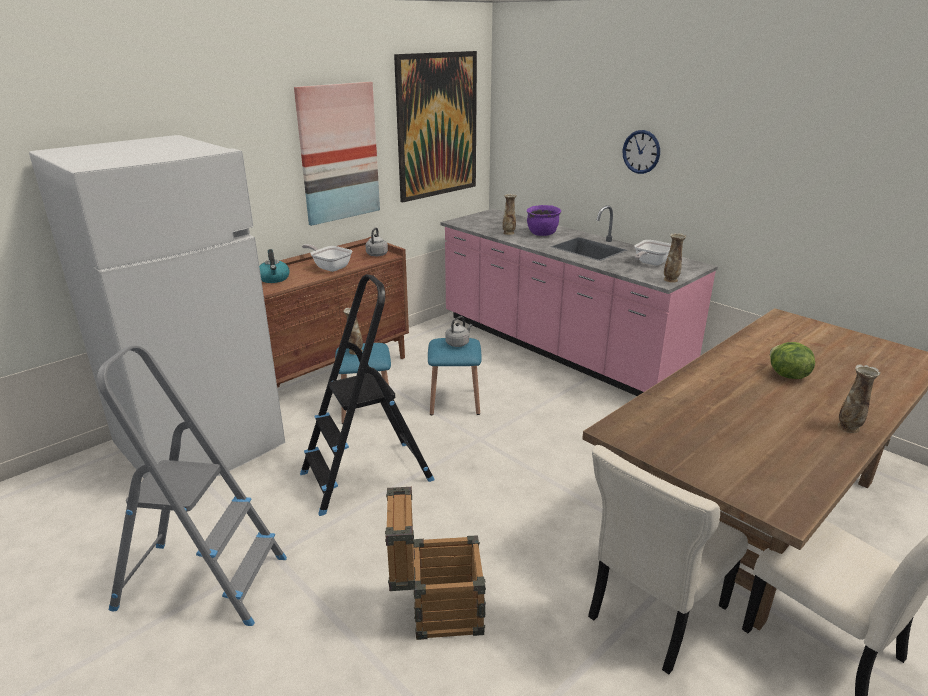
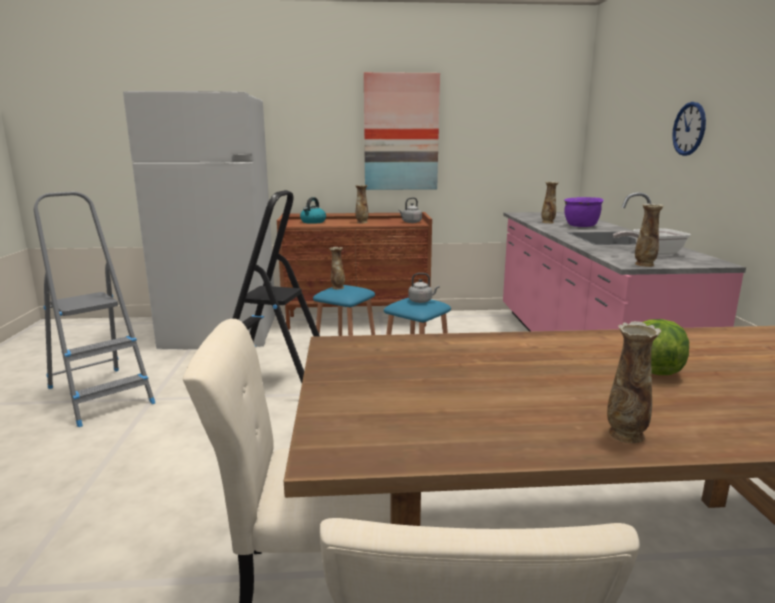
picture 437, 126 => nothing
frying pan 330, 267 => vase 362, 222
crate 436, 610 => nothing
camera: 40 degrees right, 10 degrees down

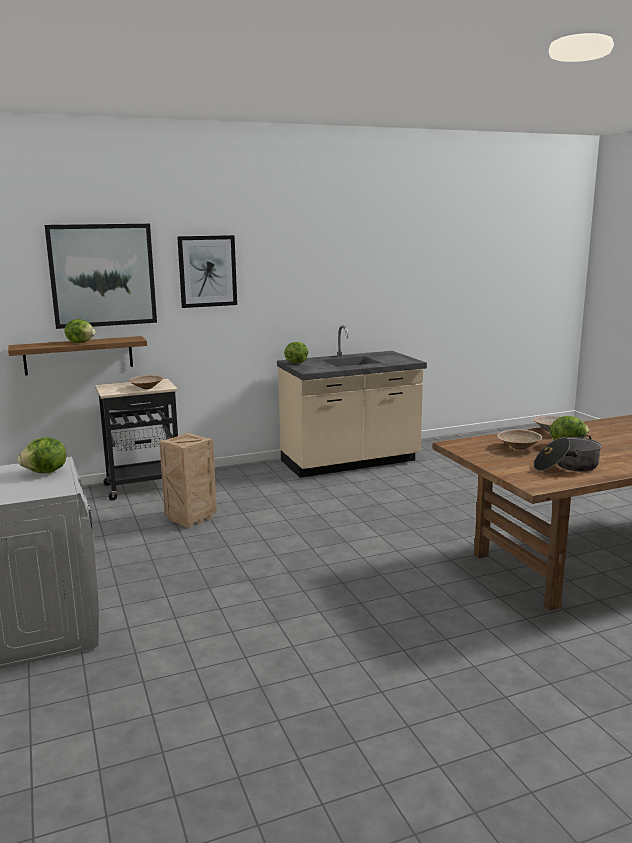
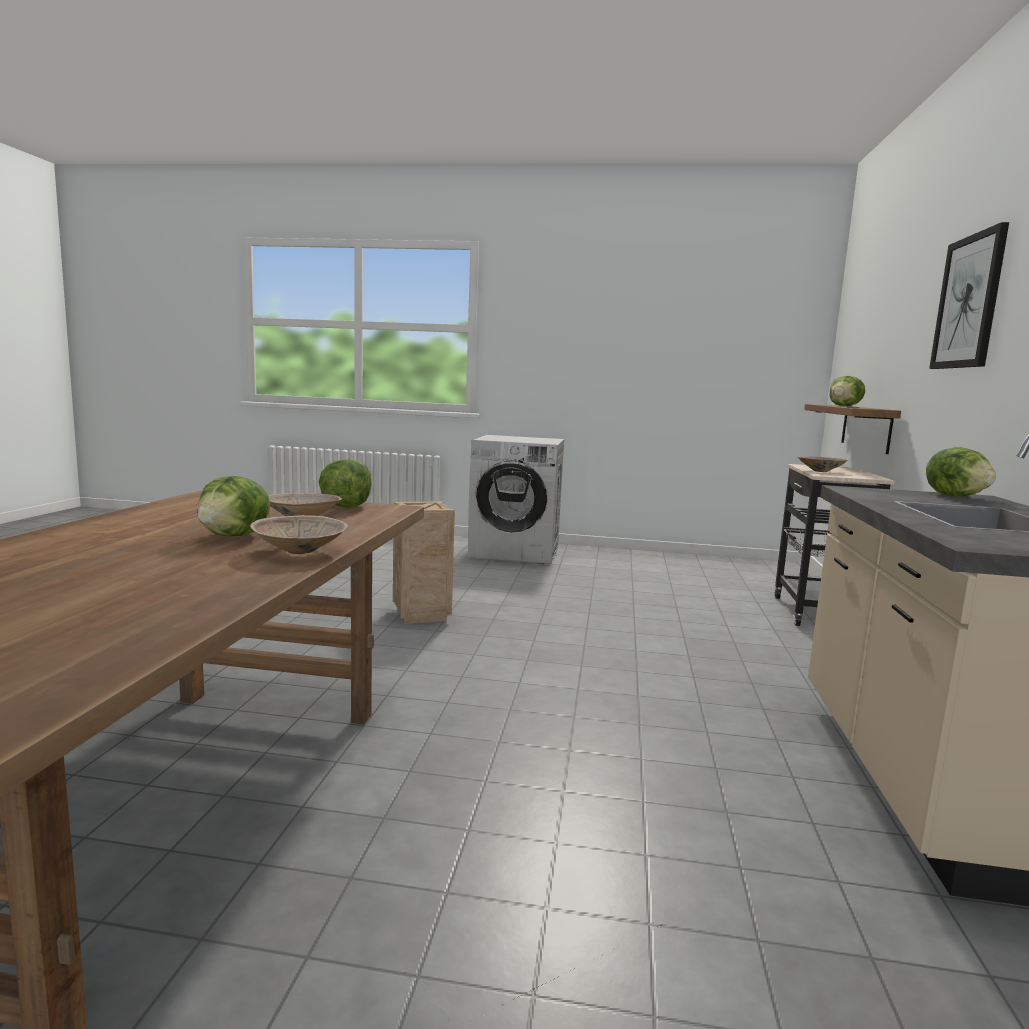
picture 102, 275 => nothing
crate 191, 518 => crate 422, 616, shifted
cooking pot 566, 467 => nothing
lettuce 46, 472 => lettuce 346, 506, shifted
camera: 120 degrees right, 5 degrees down

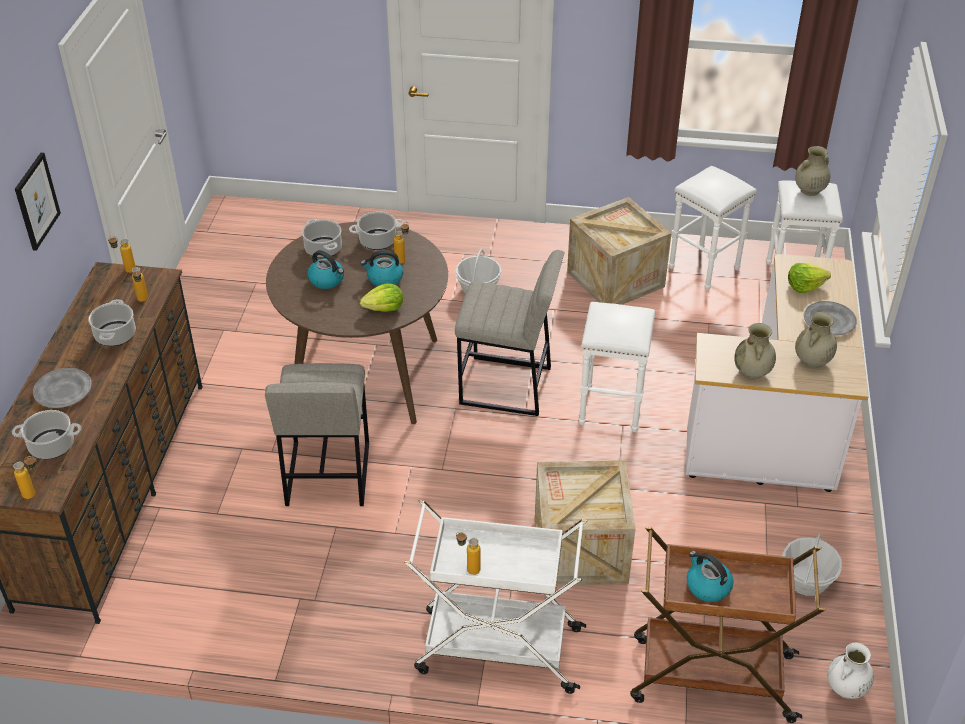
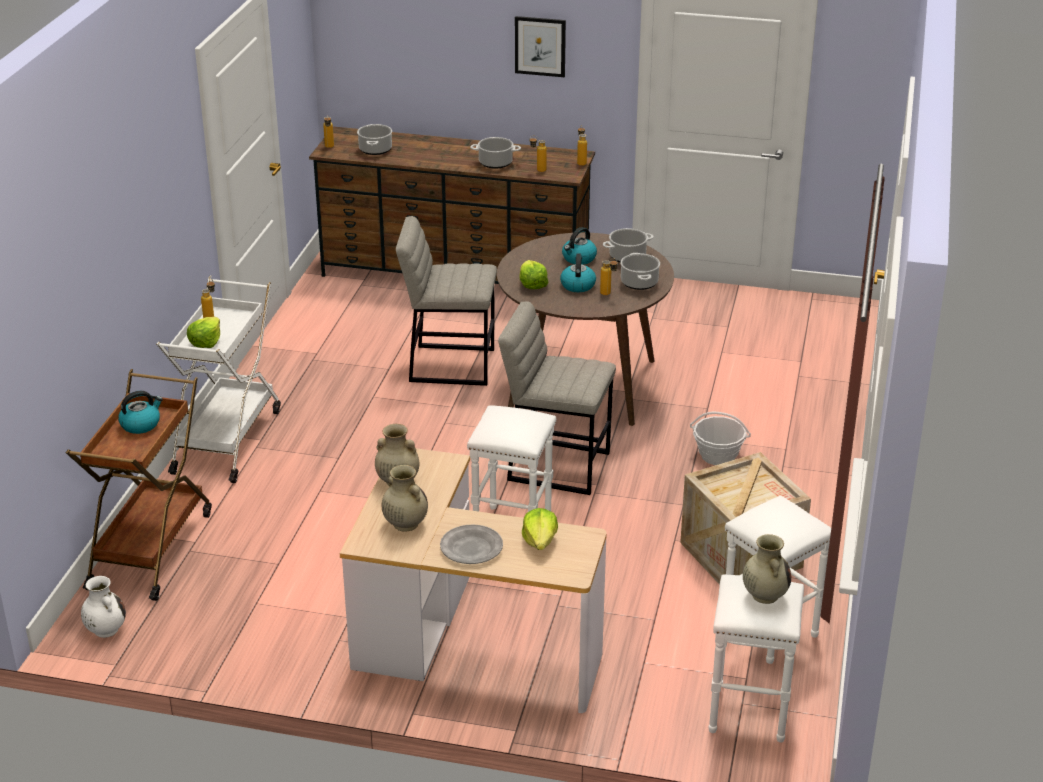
chair (grey) 508, 386 => chair (grey) 556, 466, 90 degrees clockwise
plate (grey) 63, 391 => nothing
crate 580, 549 => nothing
basket 806, 580 => nothing
nothing => lettuce 206, 342
camera: 95 degrees right, 10 degrees down

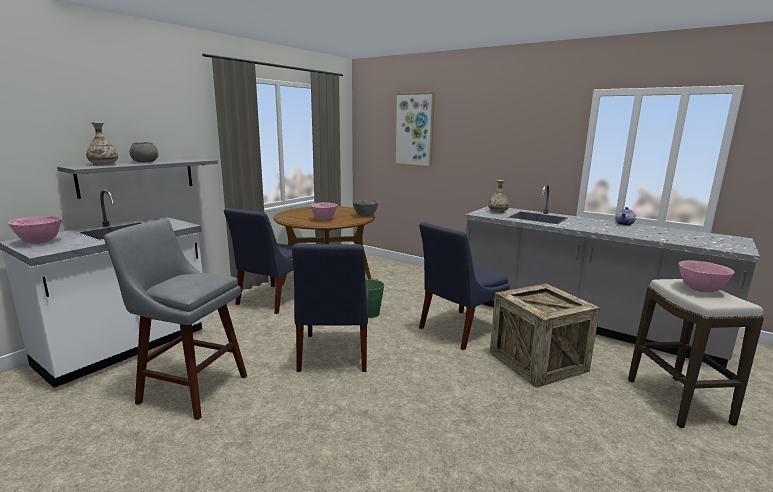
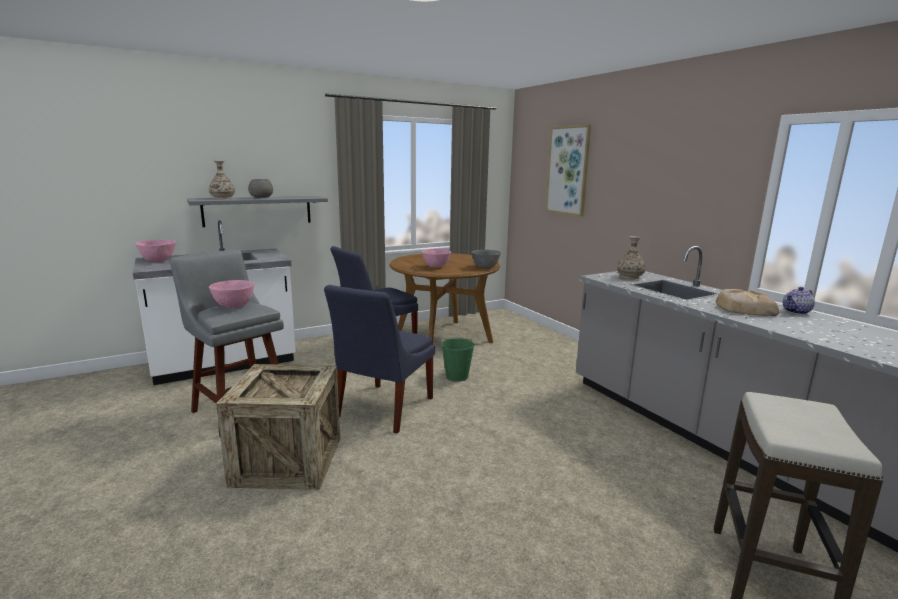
chair (blue) 458, 329 => nothing
bowl (pink) 700, 290 => bowl (pink) 234, 306, shifted
crate 537, 362 => crate 288, 461, shifted
nothing => bread 744, 308
camera: 25 degrees right, 0 degrees up

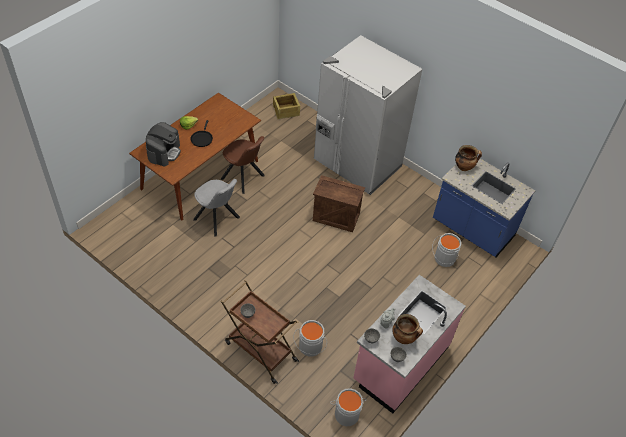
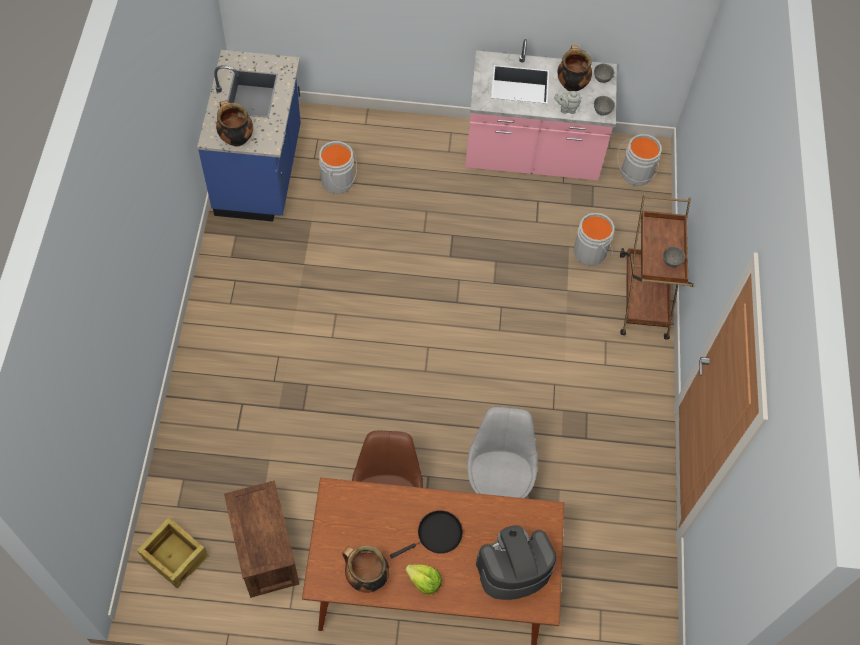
fridge (white) 357, 164 => nothing
crate 336, 217 => crate 265, 552, shifted
nothing => cooking pot 366, 576
camera: 125 degrees left, 10 degrees up

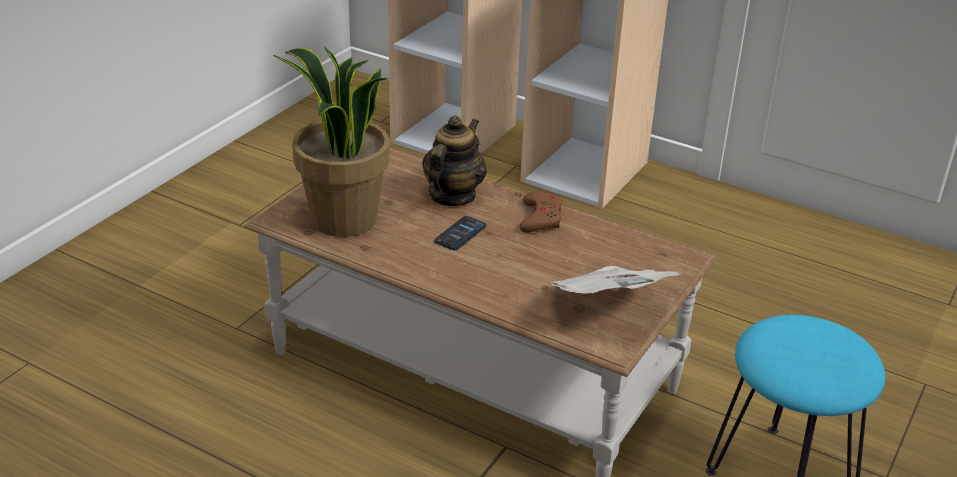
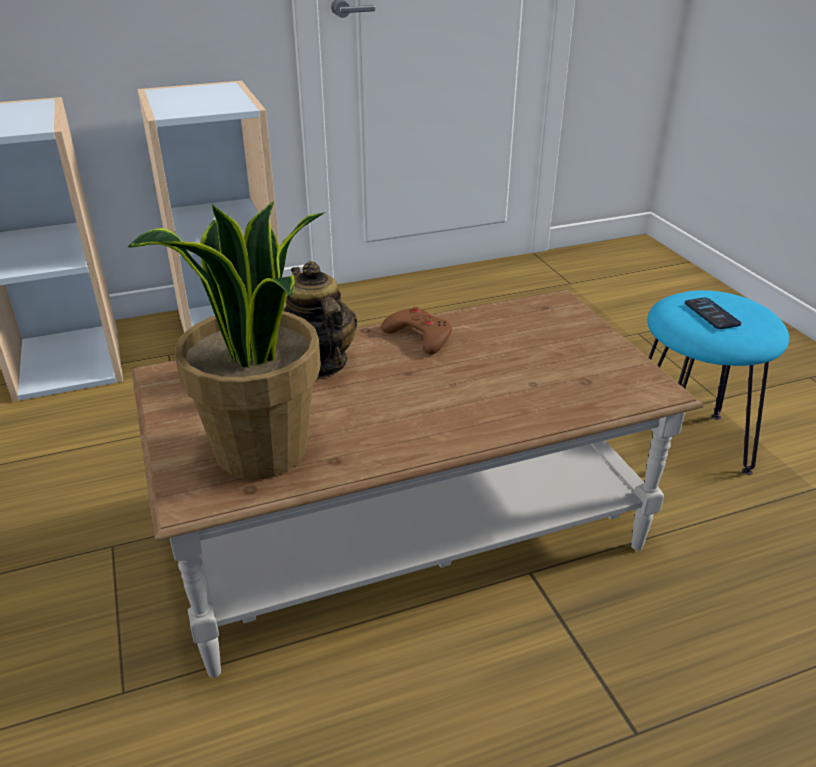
phone 460, 234 => phone 711, 314, shifted
newspaper 610, 306 => nothing
camera: 50 degrees left, 0 degrees up

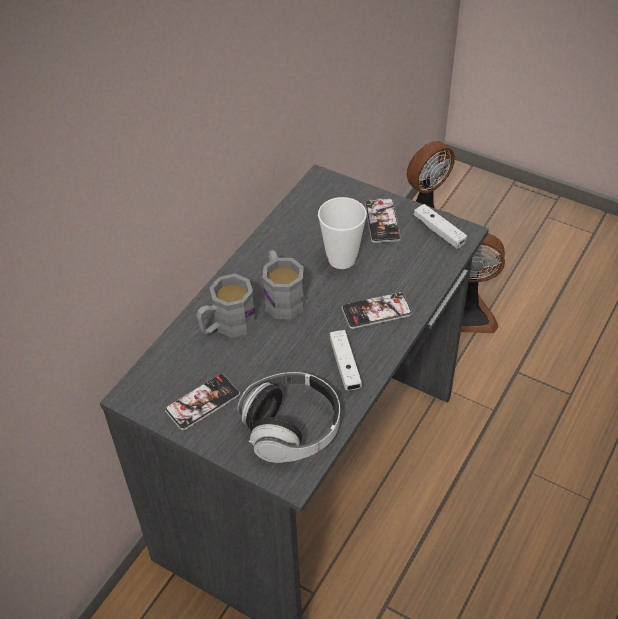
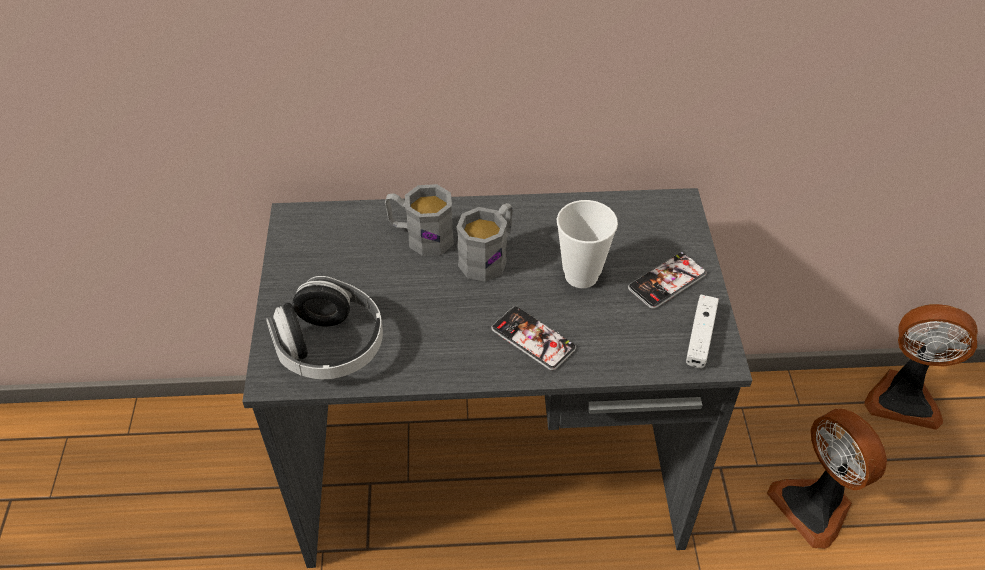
game controller (white) 345, 365 => nothing
phone 202, 402 => nothing
camera: 55 degrees right, 0 degrees up

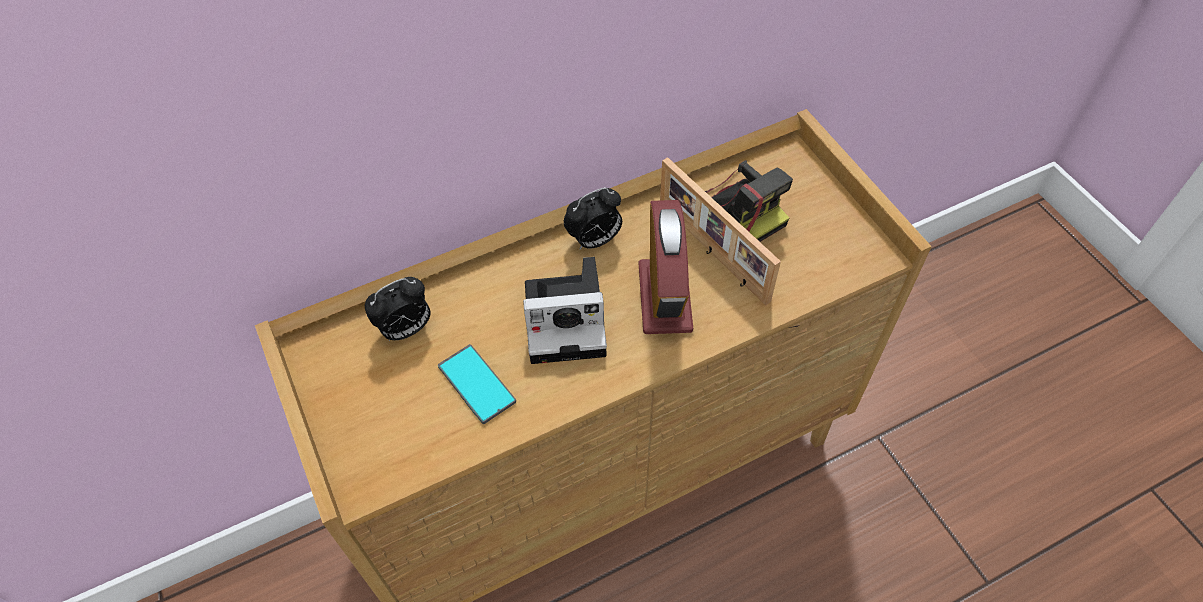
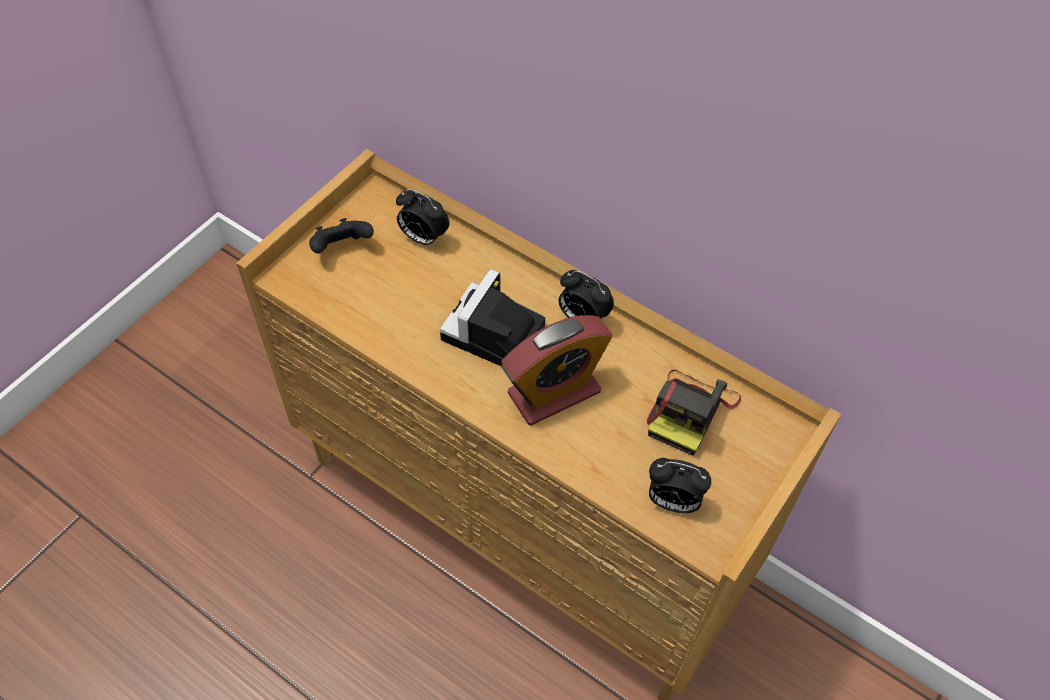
picture frame 711, 252 => nothing
photo camera 569, 319 => photo camera 492, 335, 60 degrees clockwise
phone 476, 384 => nothing
nothing => game controller (black) 342, 248
nothing => alarm clock 672, 501
camera: 60 degrees right, 0 degrees up

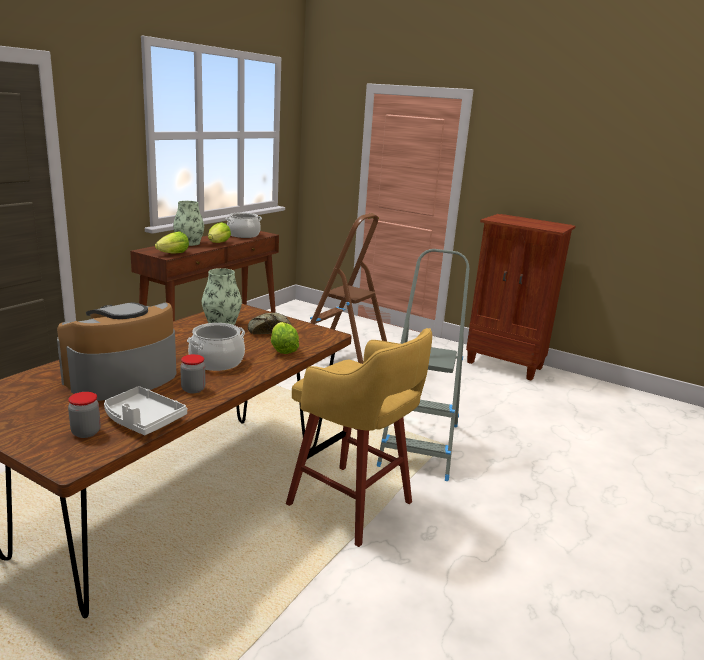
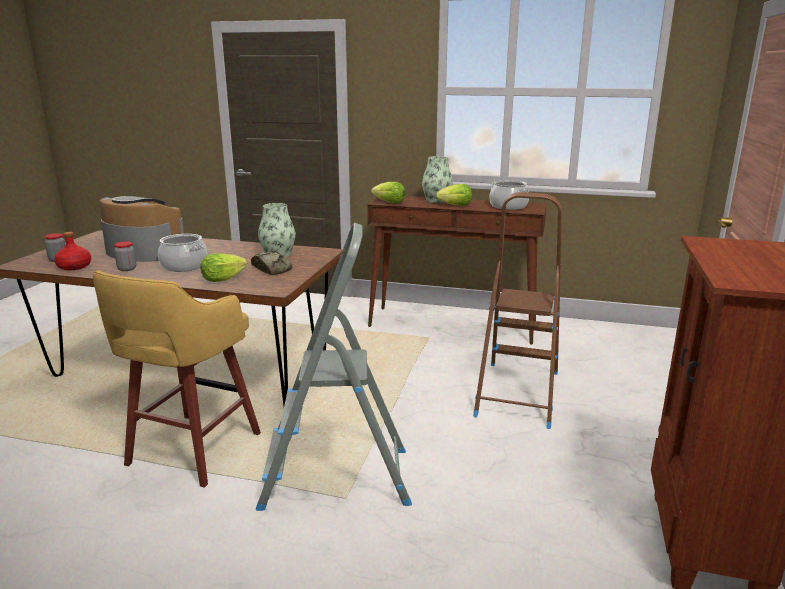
tray (grey) 142, 420 => bottle (red) 74, 267
camera: 75 degrees right, 0 degrees up

